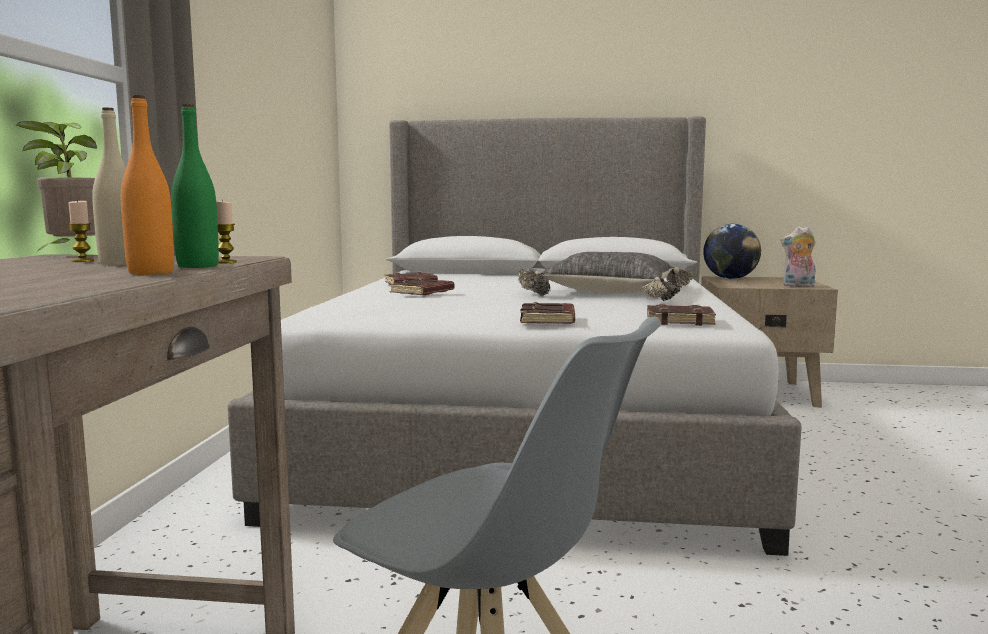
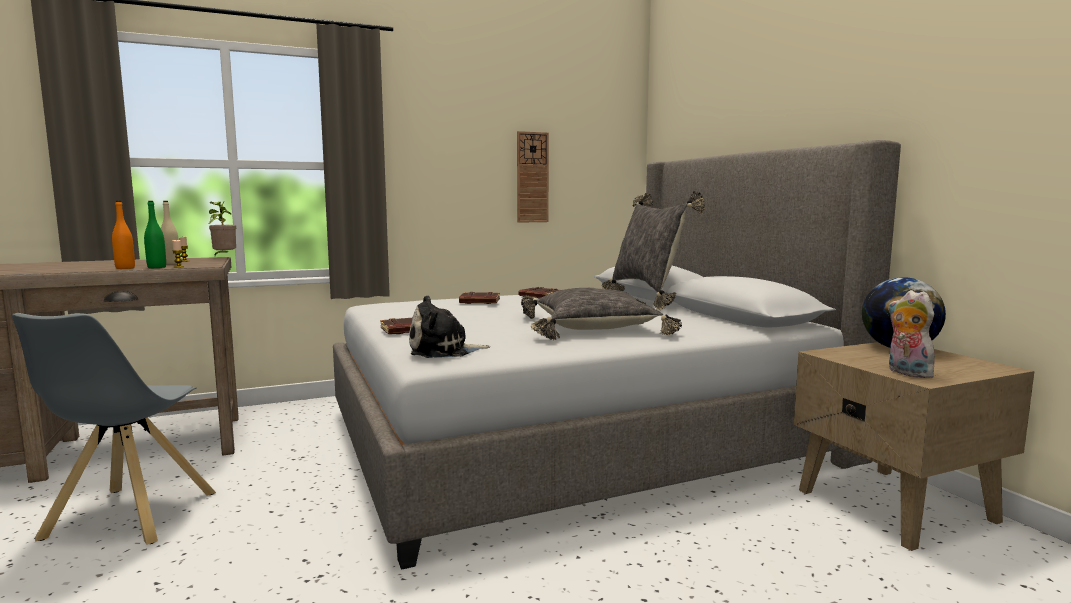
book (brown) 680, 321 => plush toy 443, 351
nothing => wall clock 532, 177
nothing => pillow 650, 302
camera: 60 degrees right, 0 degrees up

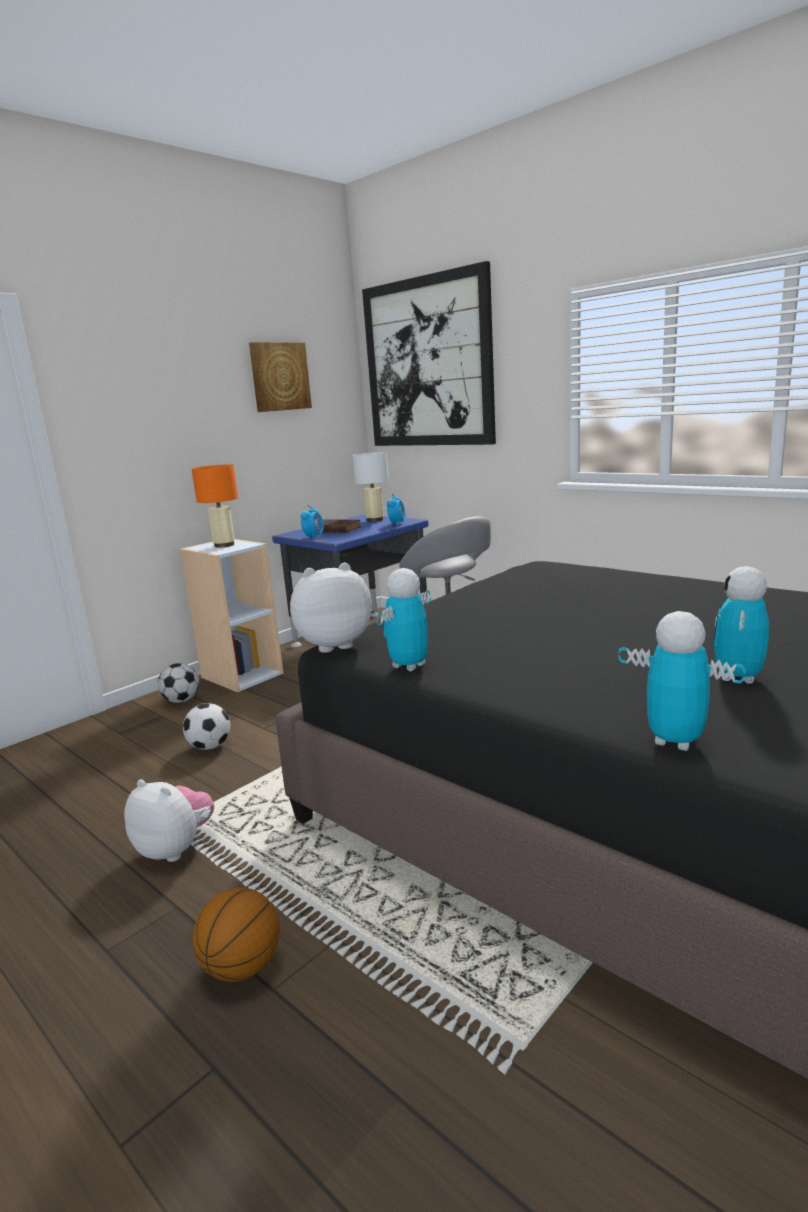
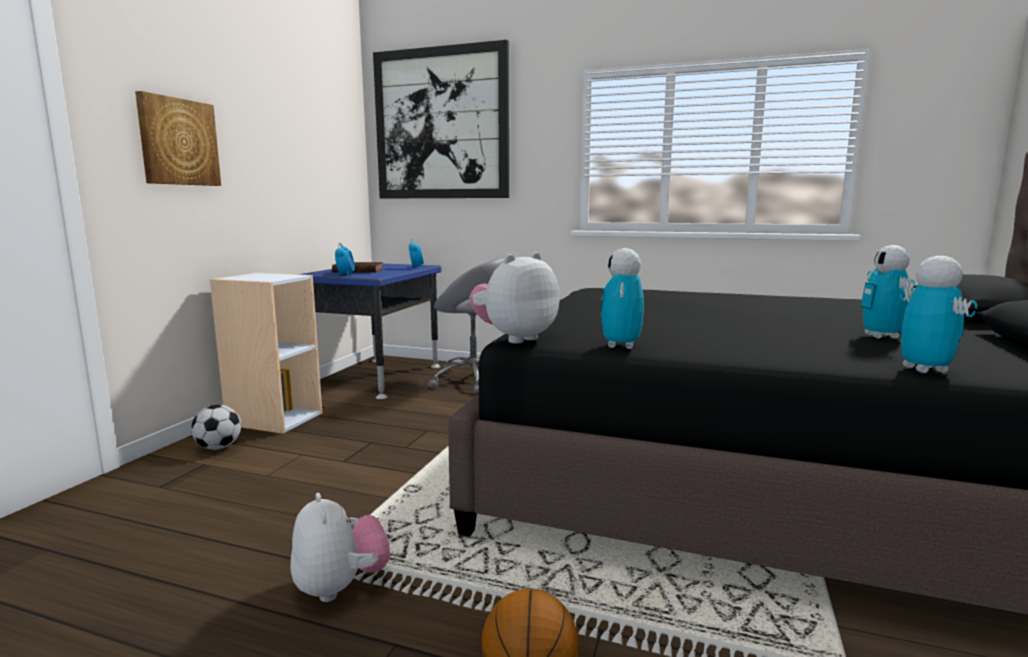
picture 279, 377 => picture 178, 142, shifted
table lamp (white) 374, 520 => nothing
table lamp (orange) 224, 545 => nothing
toy robot 674, 741 => toy robot 924, 369, 75 degrees clockwise
football 210, 747 => nothing
plush toy 176, 848 => plush toy 341, 587, 60 degrees clockwise
camera: 25 degrees left, 5 degrees down

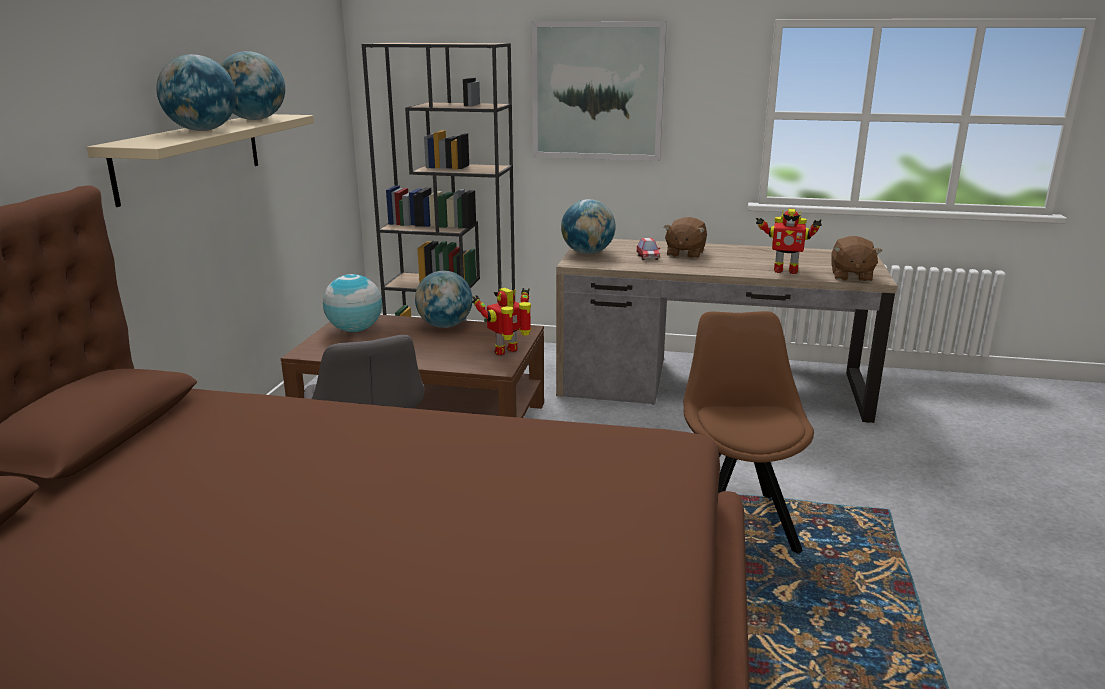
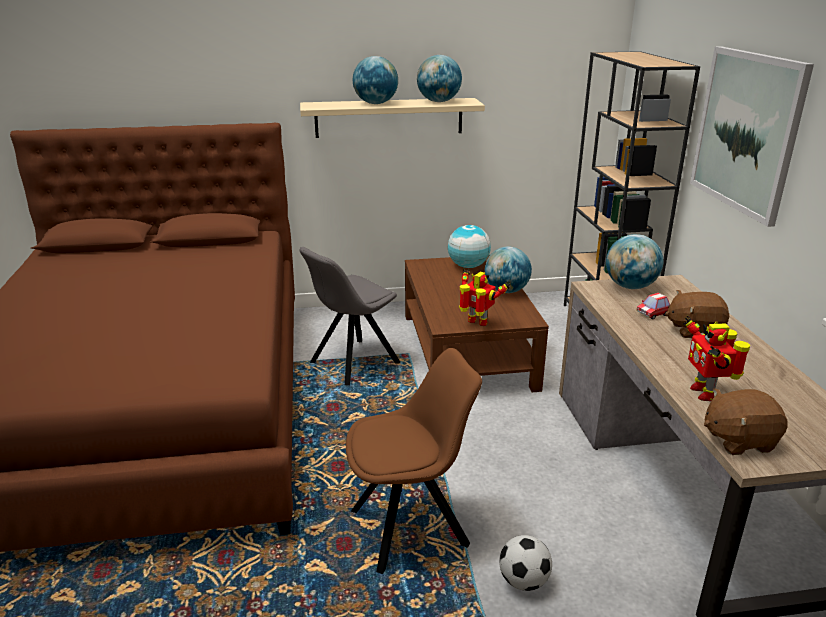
nothing => football 523, 581
camera: 70 degrees right, 5 degrees up

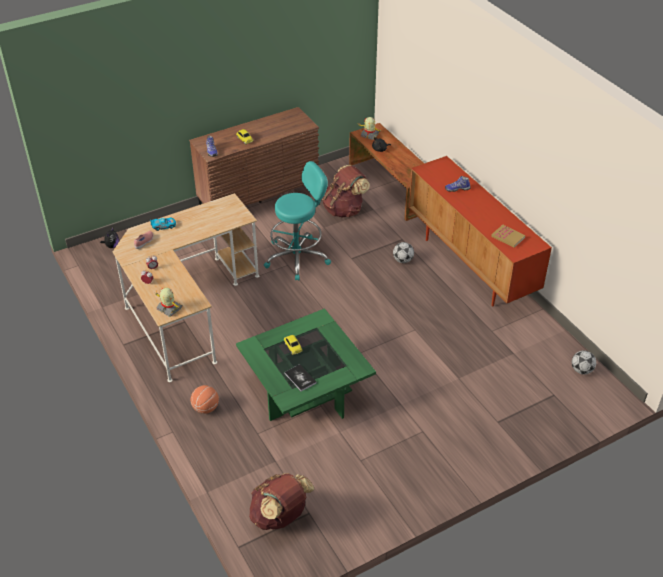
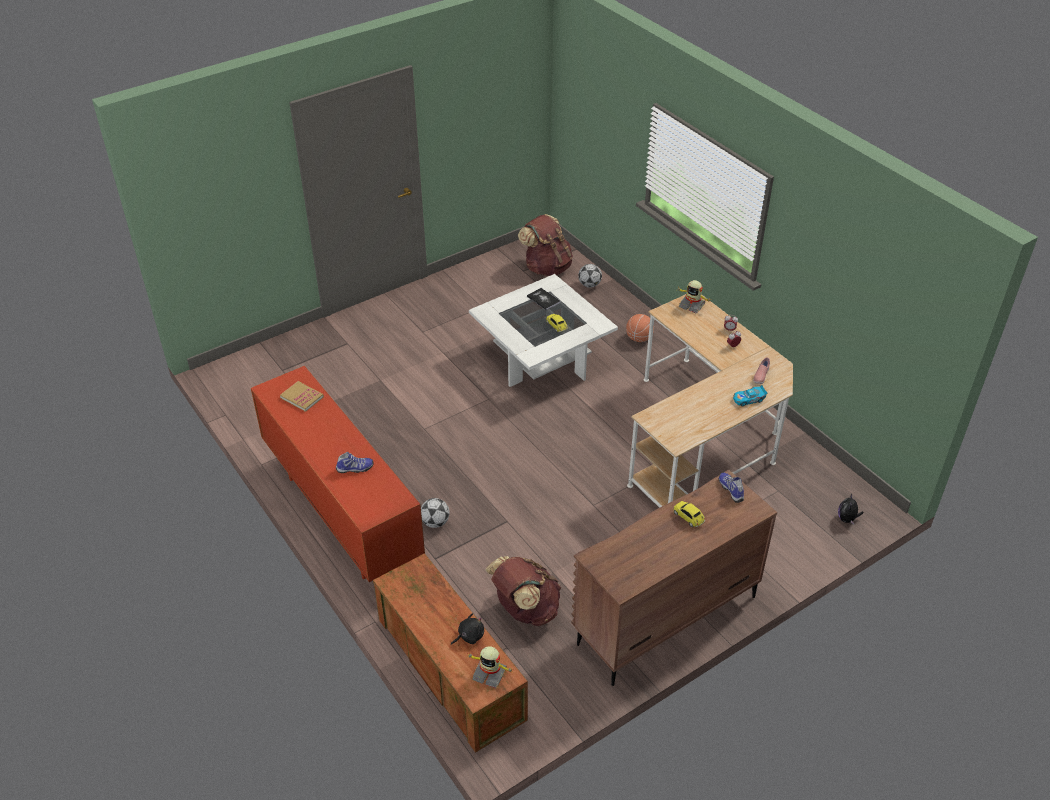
stool (turquoise) 298, 257 => nothing
coffee table (green) 305, 391 => coffee table (white) 542, 358
football 581, 370 => football 589, 285, shifted
camera: 175 degrees right, 0 degrees up

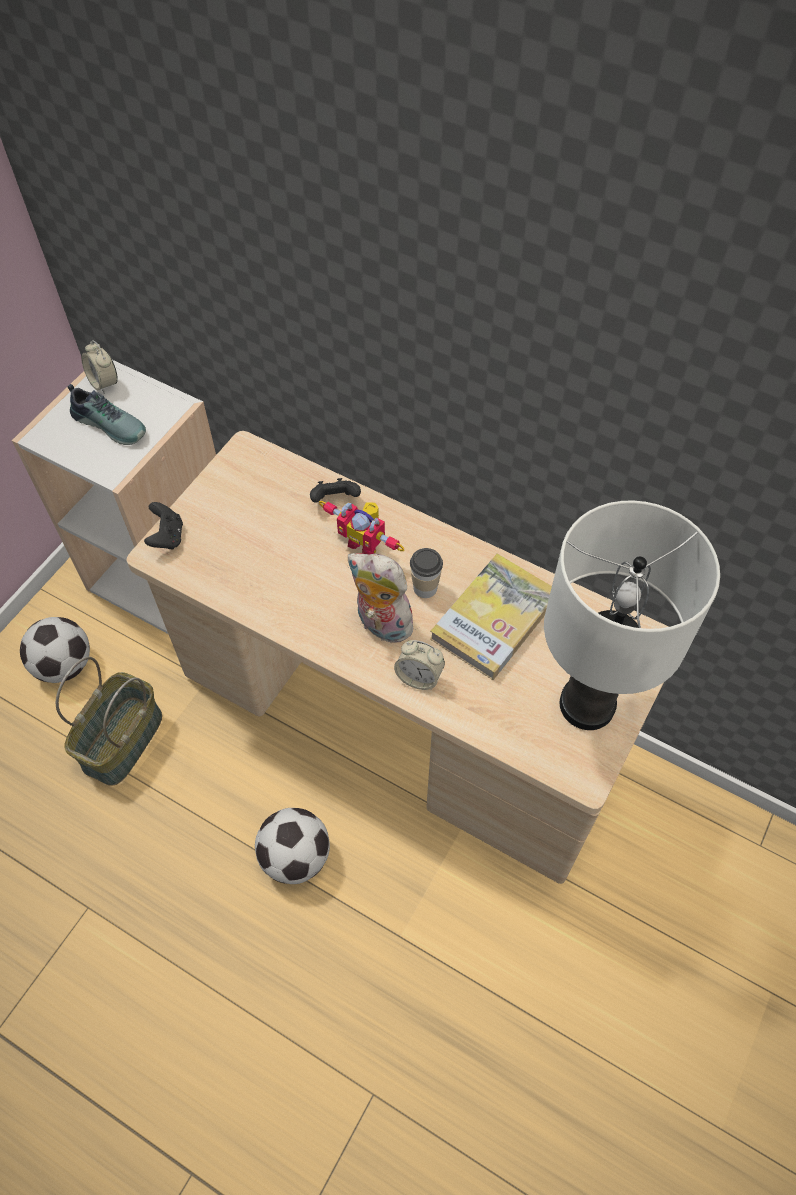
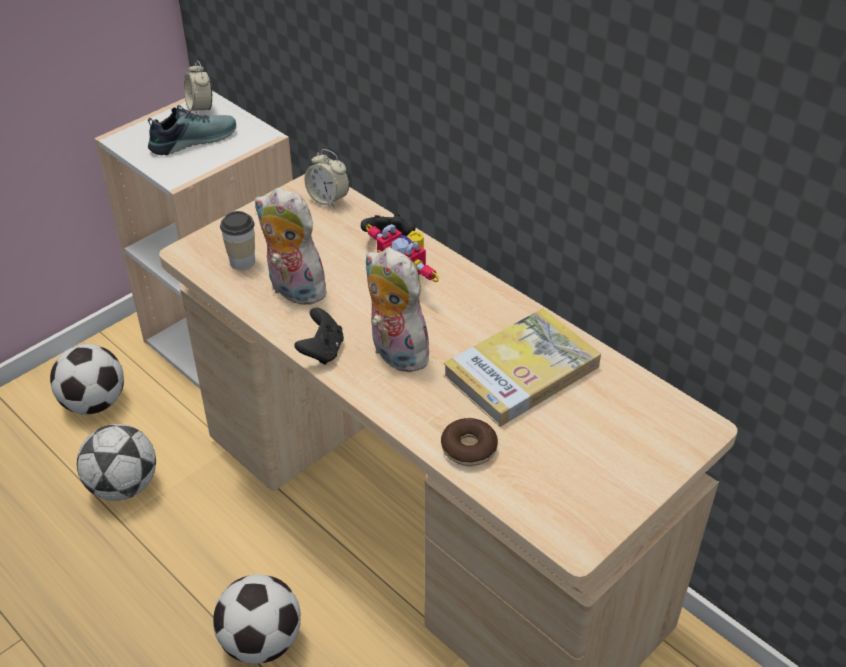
shoe 111, 423 => shoe 192, 139, 75 degrees counterclockwise
table lamp (white) 588, 705 => nothing
game controller (black) 167, 537 => game controller (black) 322, 351, shifted
cup 425, 587 => cup 242, 262, shifted
alarm clock 419, 677 => alarm clock 328, 199, shifted
basket 123, 742 => football 124, 486
nothing => plush toy 293, 290
nothing => donut 469, 448
camera: 15 degrees right, 15 degrees down

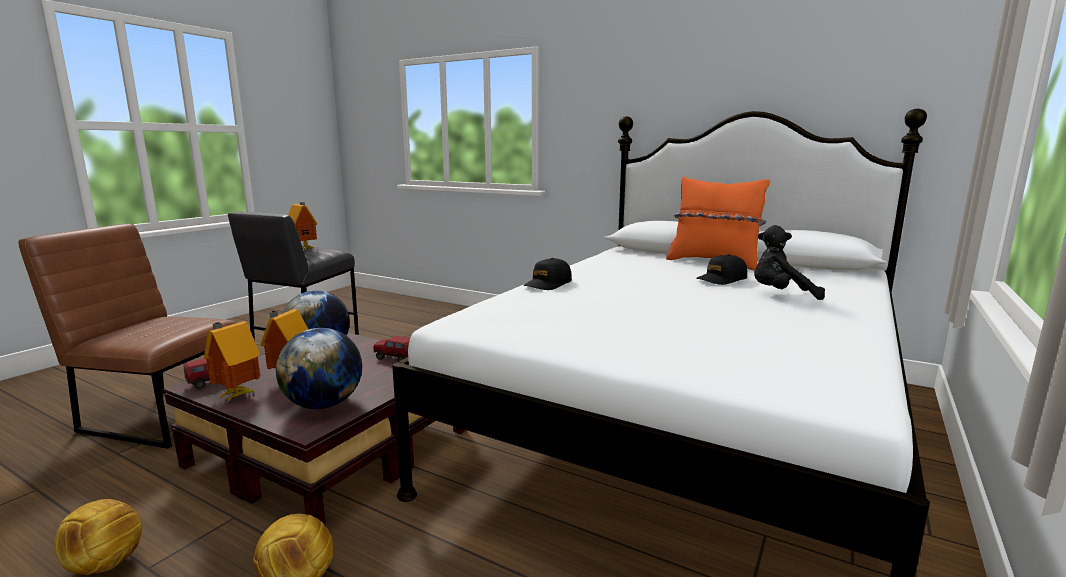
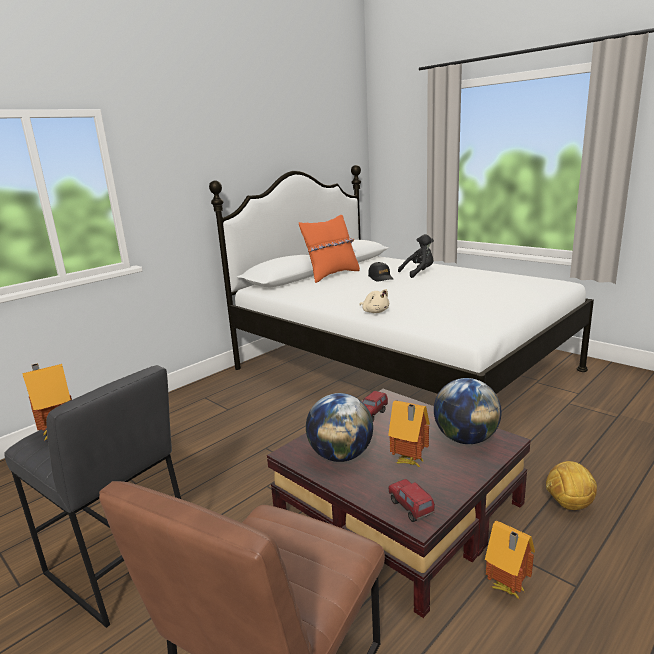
plush toy (black) 781, 295 => plush toy (black) 419, 273, 135 degrees counterclockwise
cap (black) 548, 284 => plush toy (beige) 375, 312
toy house 236, 395 => toy house 507, 589, shifted
football 105, 564 => nothing
camera: 75 degrees left, 5 degrees up

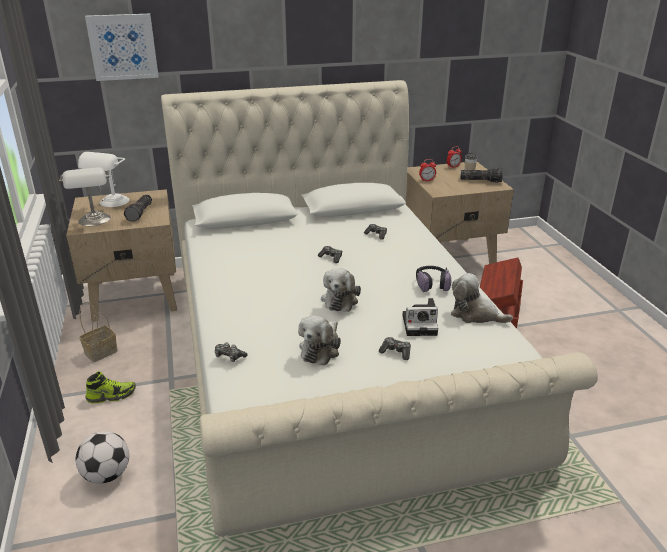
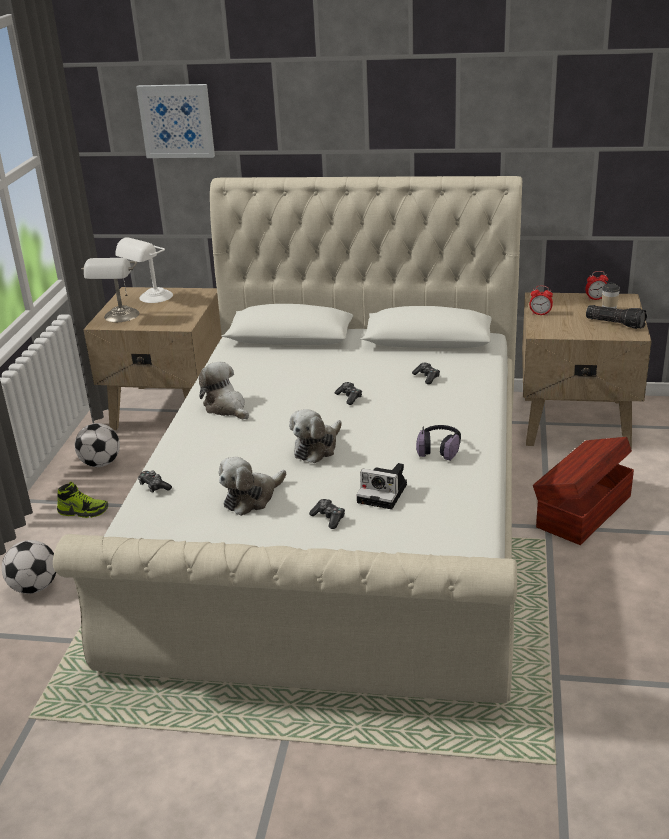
flashlight 141, 213 => nothing
plush toy 475, 314 => plush toy 226, 407, shifted
basket 101, 351 => football 101, 463
camera: 25 degrees right, 0 degrees up

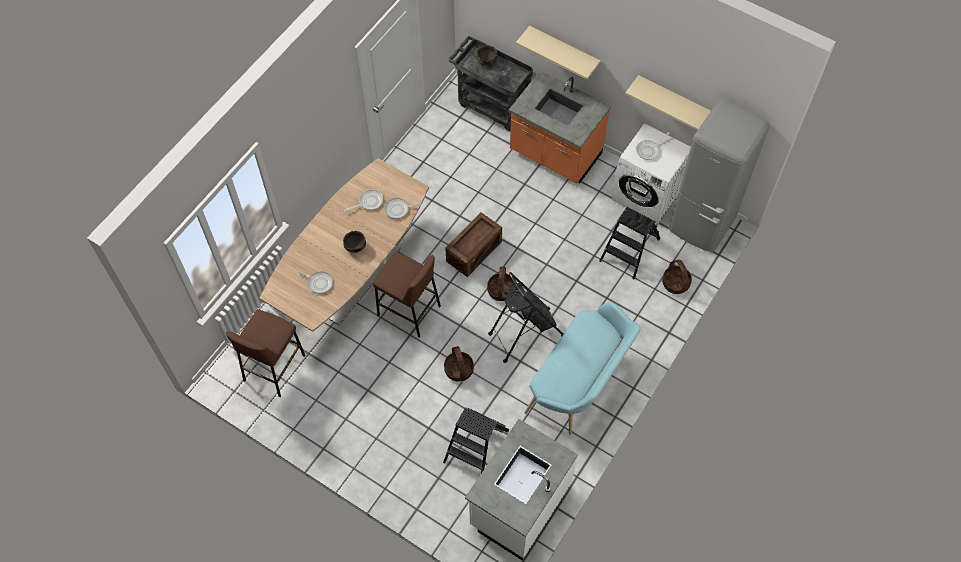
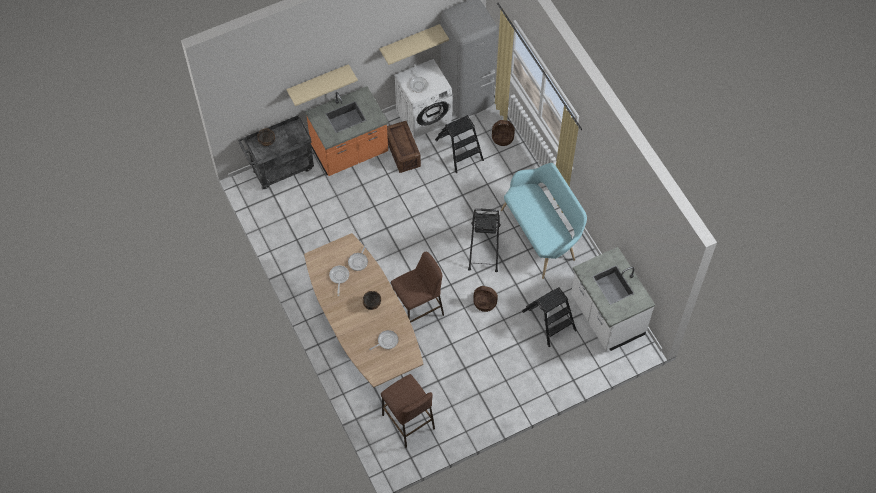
crate 474, 251 => crate 403, 152, shifted
basket 501, 290 => nothing
camera: 60 degrees left, 0 degrees up

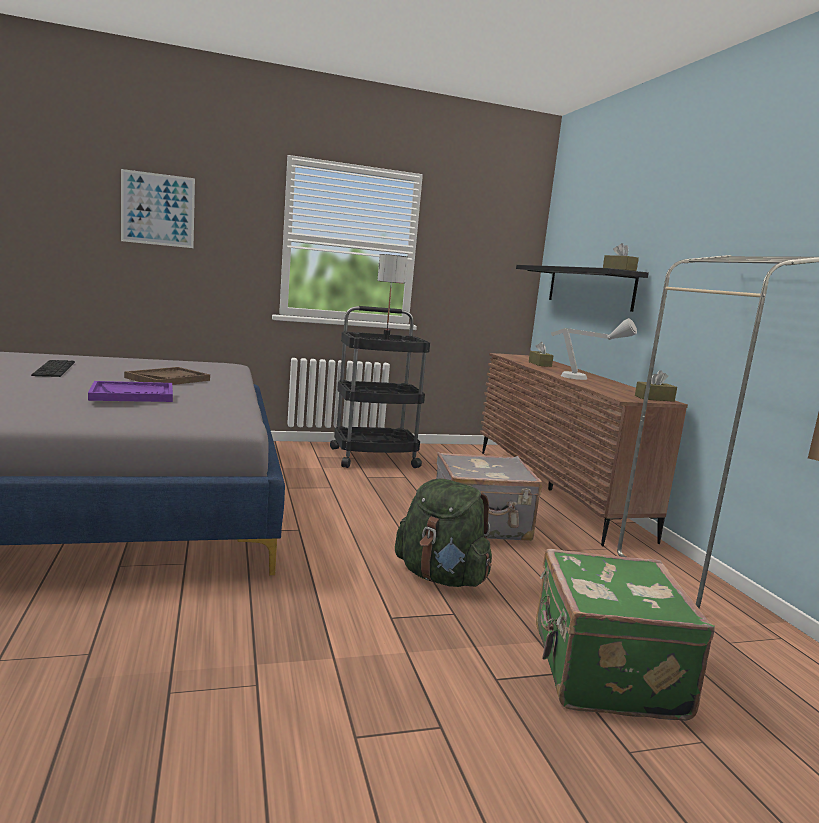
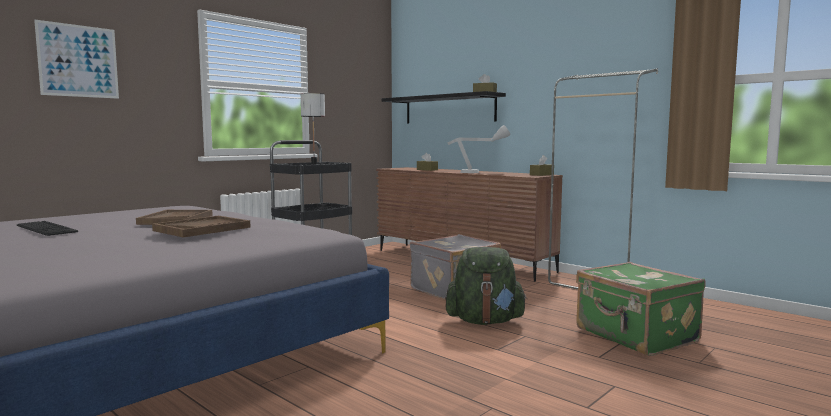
tray (purple) 132, 394 => tray (brown) 202, 229
camera: 30 degrees left, 5 degrees down

